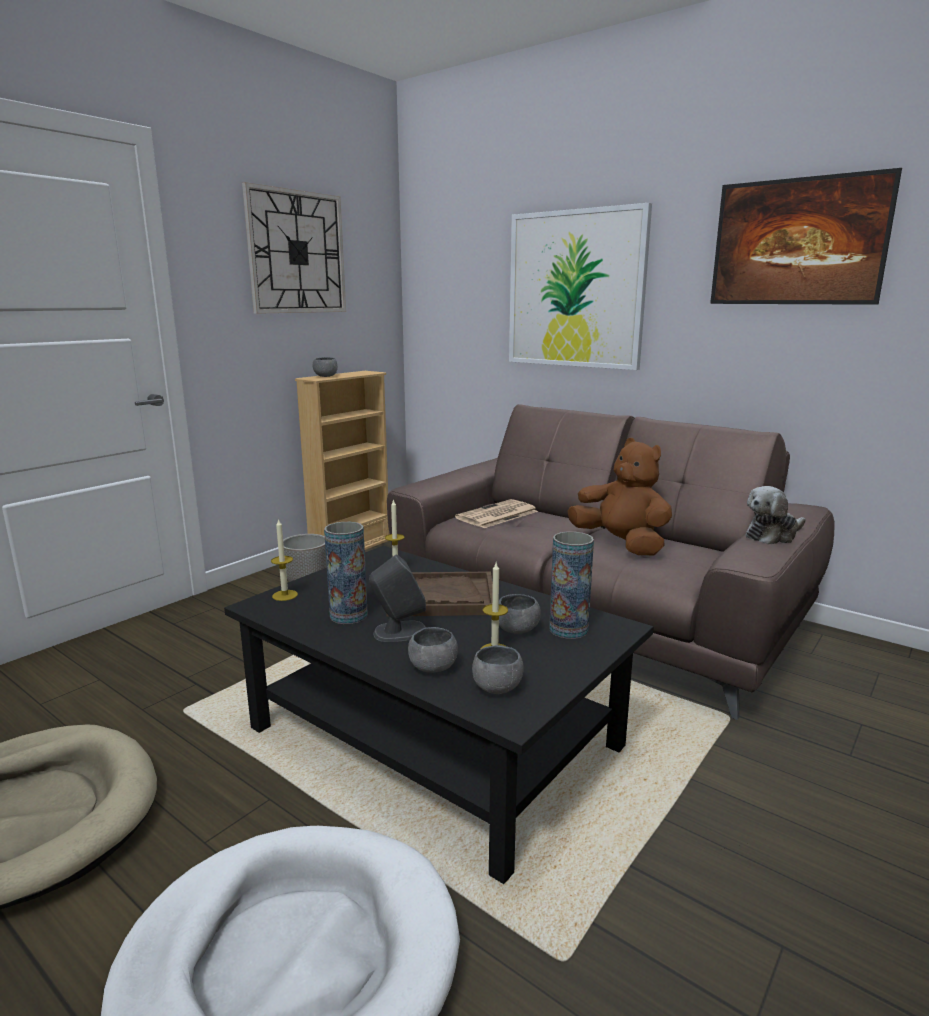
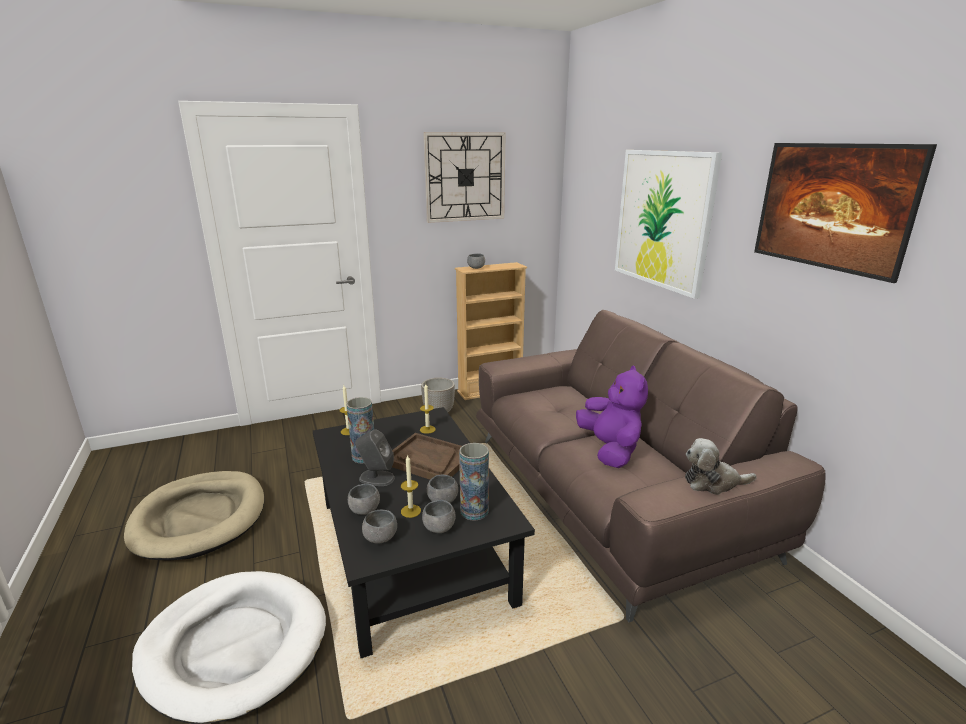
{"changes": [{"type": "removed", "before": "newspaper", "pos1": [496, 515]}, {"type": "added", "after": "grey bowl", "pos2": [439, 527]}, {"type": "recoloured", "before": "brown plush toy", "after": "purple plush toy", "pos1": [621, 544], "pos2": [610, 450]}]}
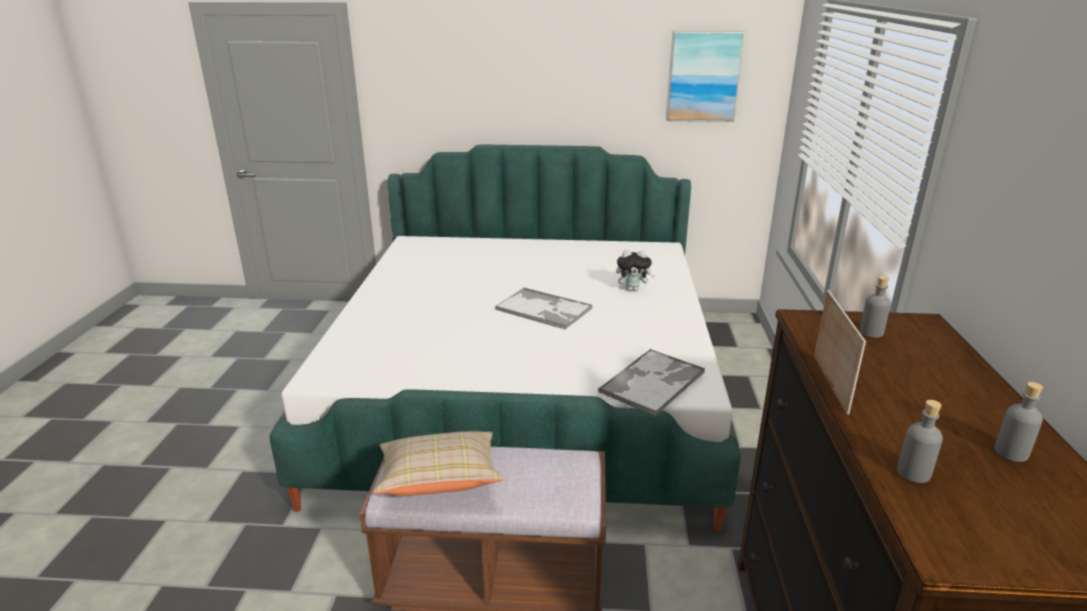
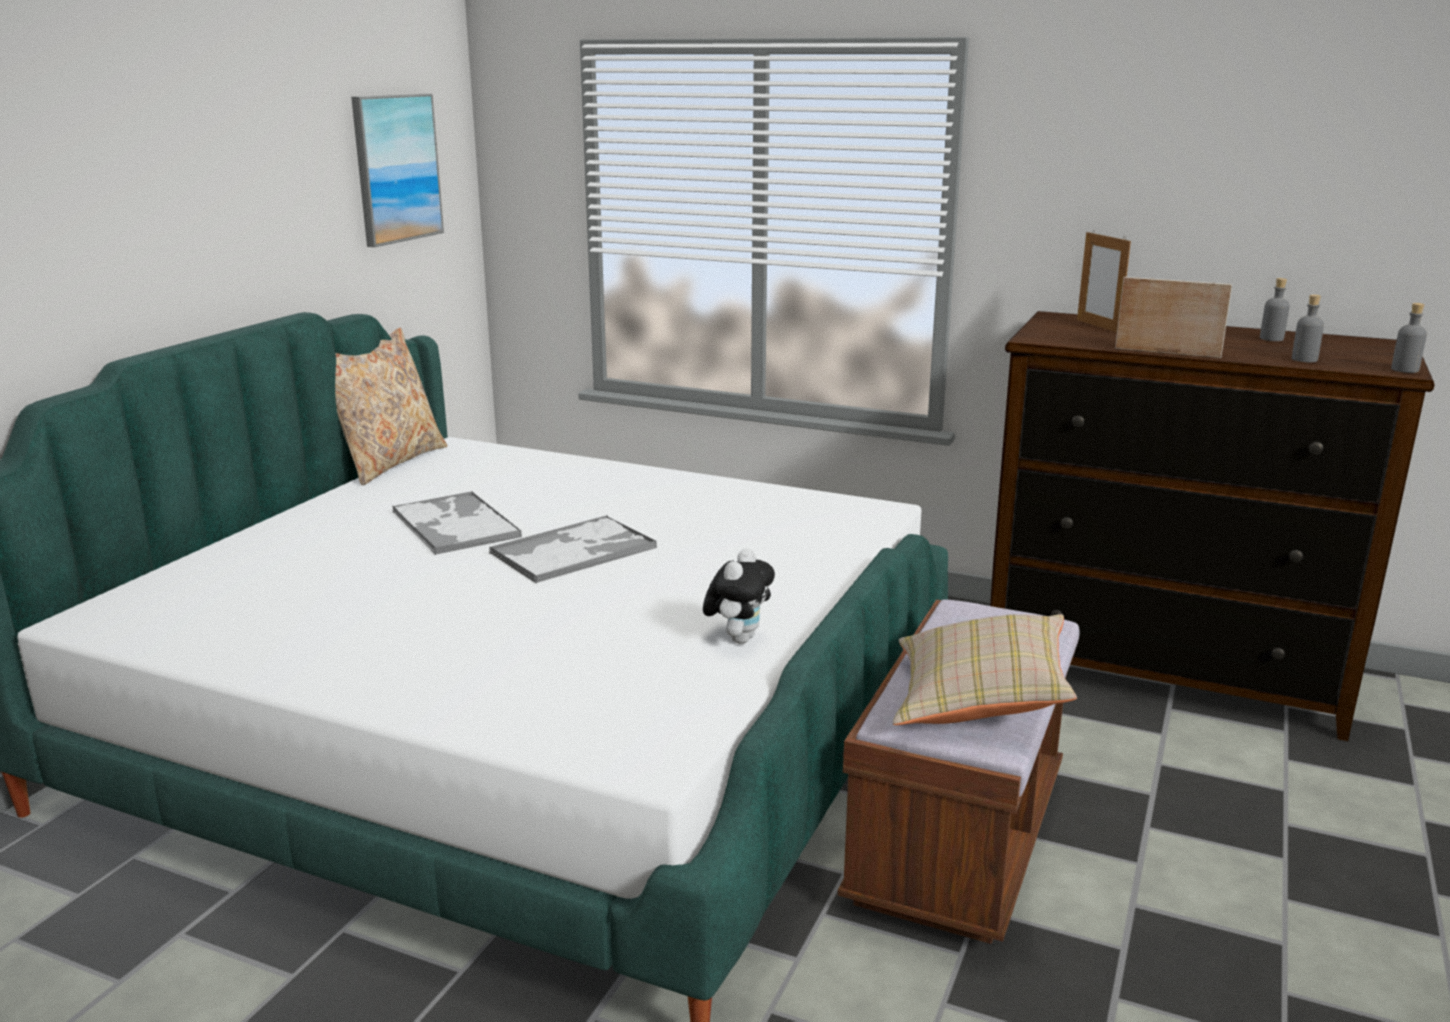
{"changes": [{"type": "added", "after": "beige pillow", "pos2": [388, 462]}, {"type": "added", "after": "picture frame", "pos2": [1098, 326]}, {"type": "moved", "before": "tray", "pos1": [653, 382], "pos2": [454, 524]}, {"type": "moved", "before": "plush toy", "pos1": [633, 289], "pos2": [739, 638]}, {"type": "moved", "before": "grey bottle", "pos1": [871, 332], "pos2": [1404, 370]}]}
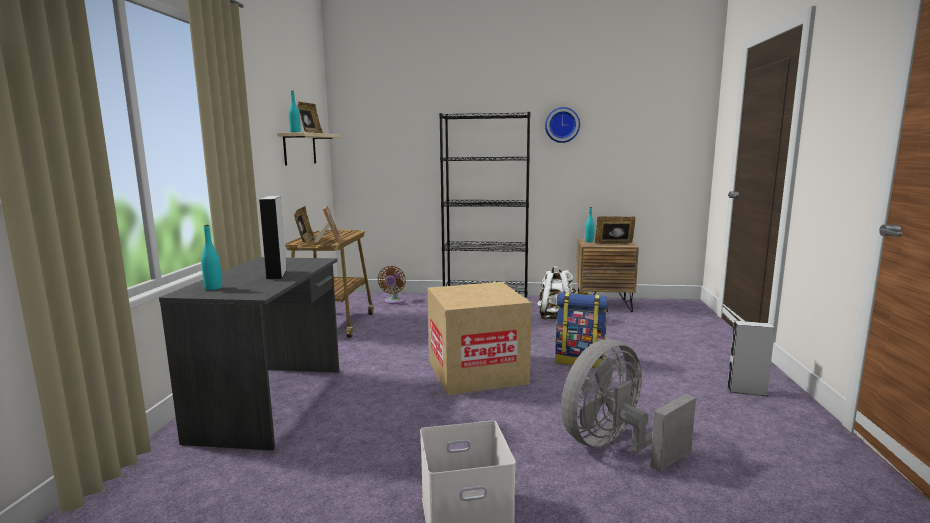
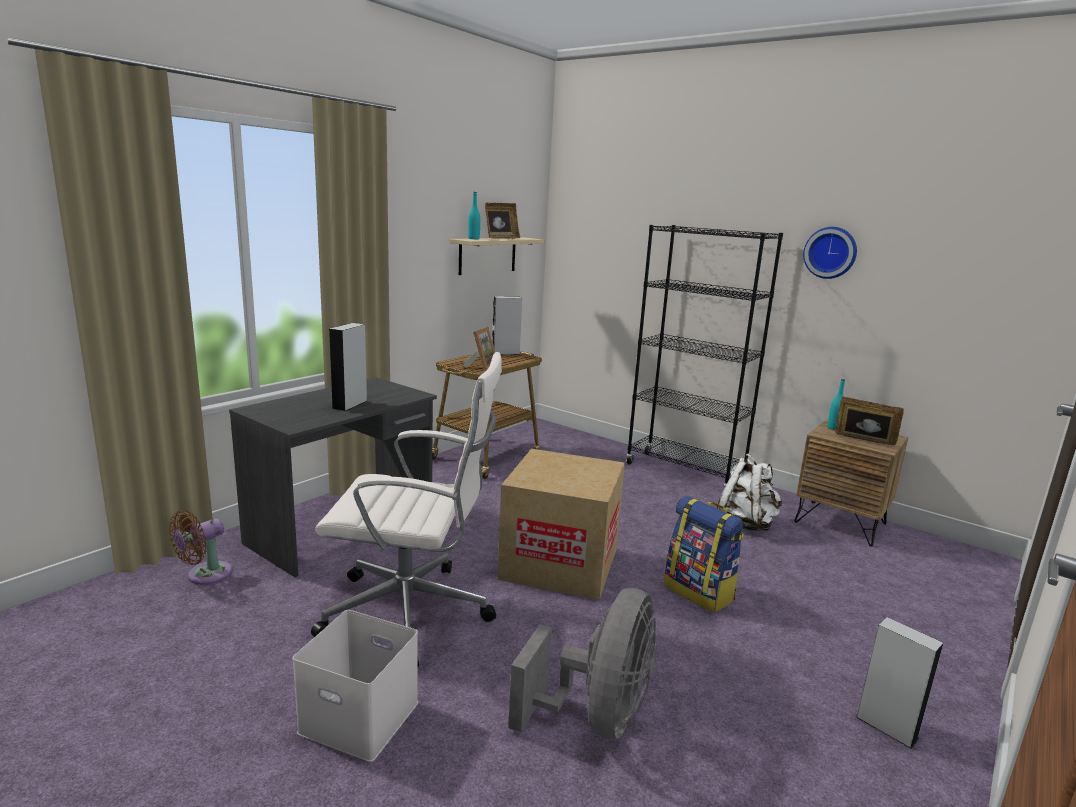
{"changes": [{"type": "removed", "before": "turquoise bottle", "pos1": [213, 288]}, {"type": "removed", "before": "picture frame", "pos1": [305, 240]}, {"type": "added", "after": "white office chair", "pos2": [412, 613]}, {"type": "added", "after": "grey speaker", "pos2": [505, 353]}, {"type": "moved", "before": "brown fan", "pos1": [394, 301], "pos2": [205, 575]}, {"type": "turned", "before": "grey fan", "pos1": [615, 446], "pos2": [597, 716], "turn": 120}]}
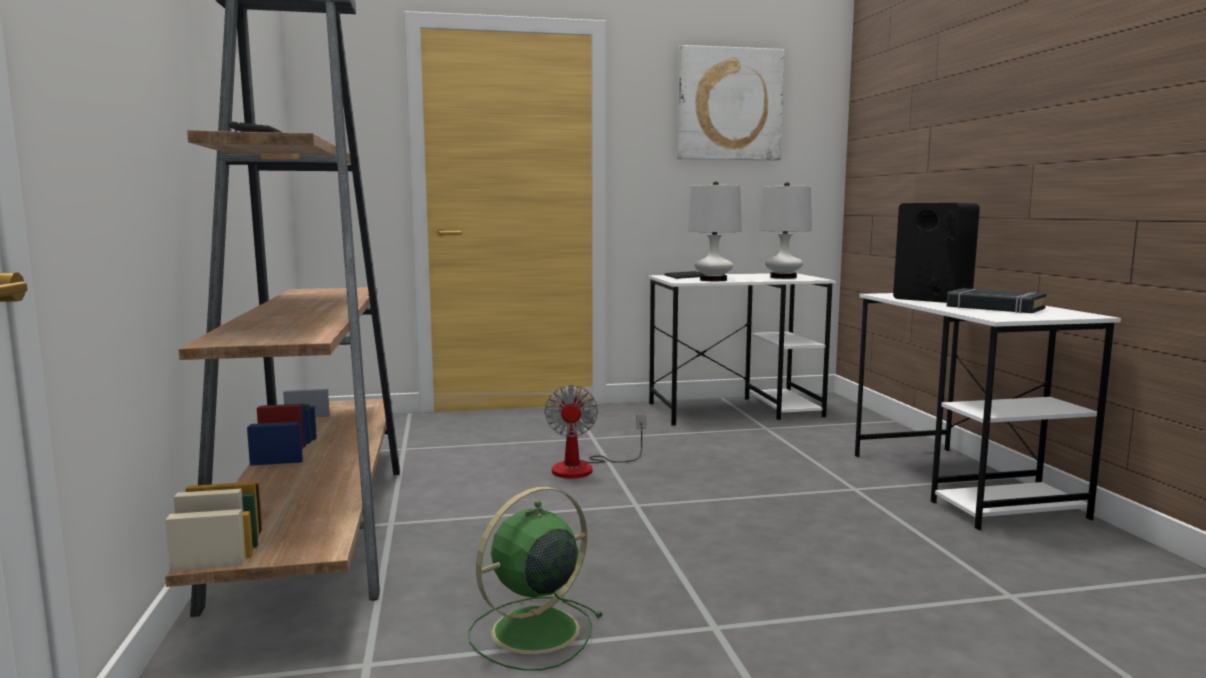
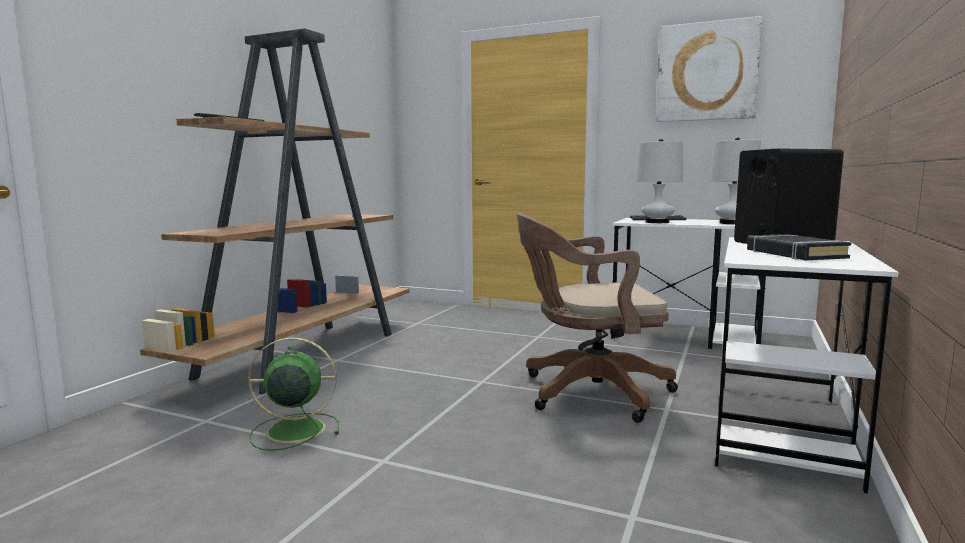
{"changes": [{"type": "removed", "before": "fan", "pos1": [585, 468]}, {"type": "added", "after": "brown office chair", "pos2": [588, 392]}]}
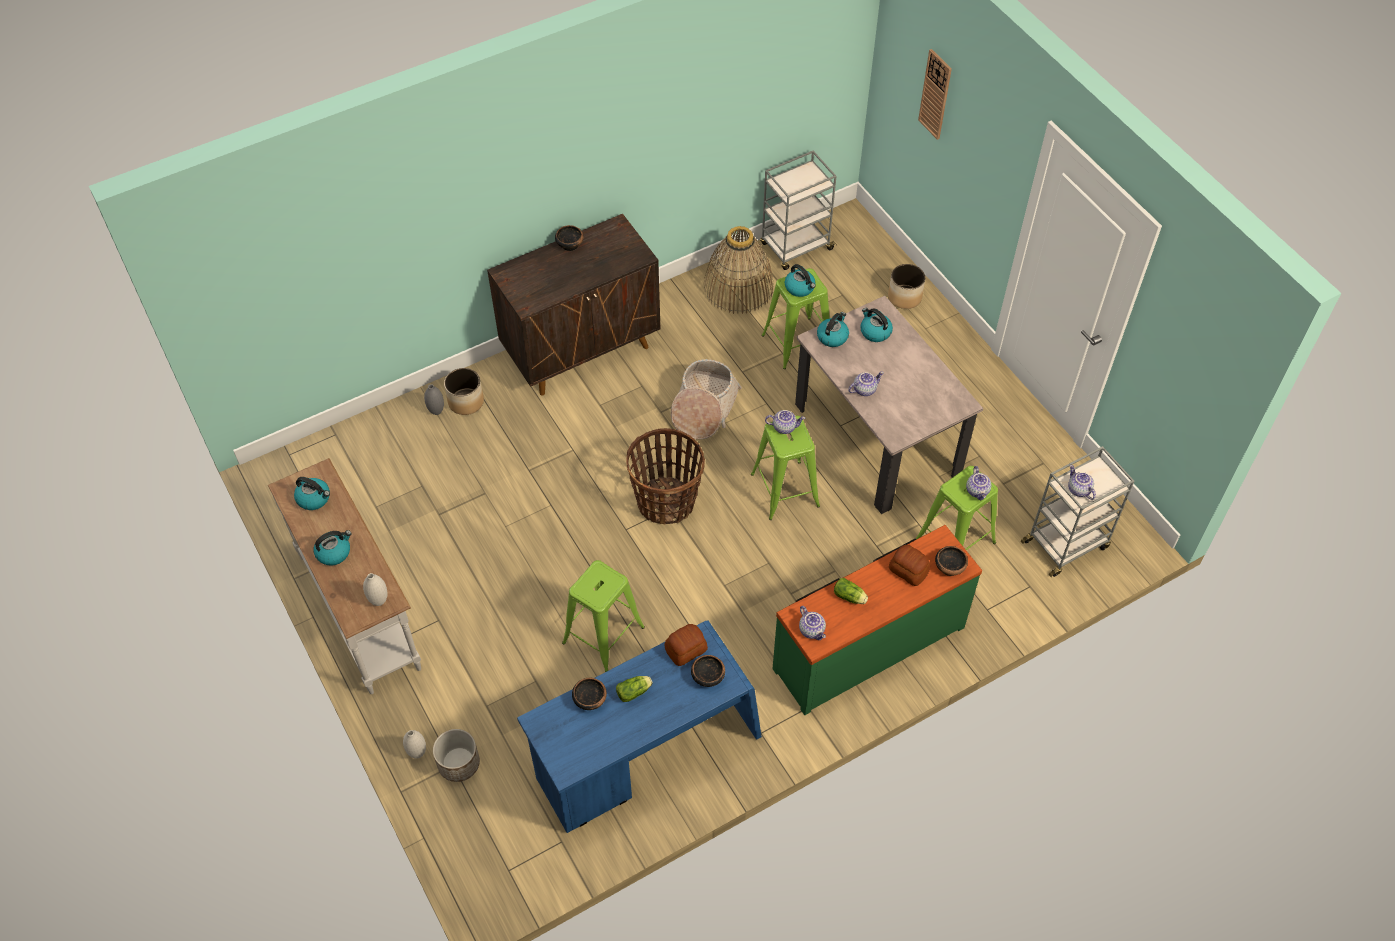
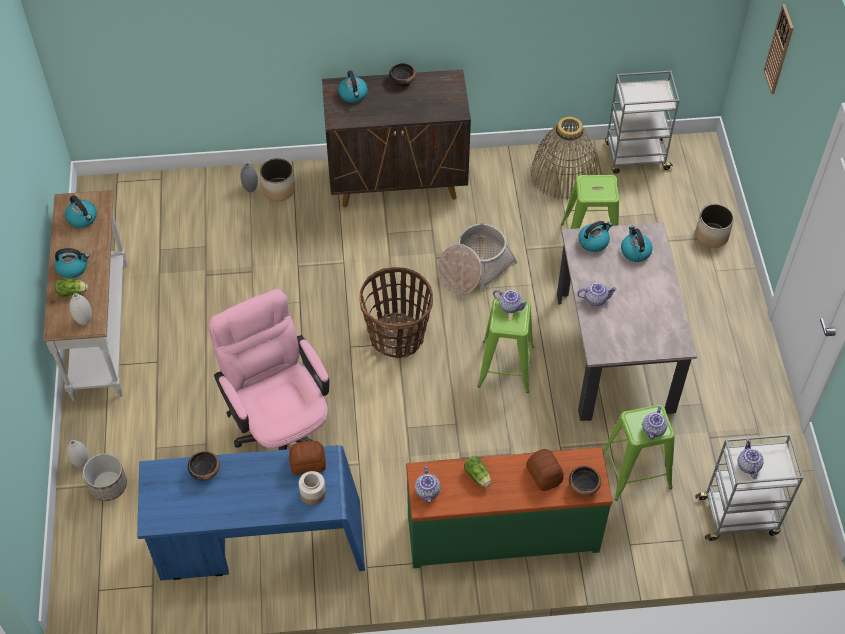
{"changes": [{"type": "moved", "before": "lettuce", "pos1": [635, 691], "pos2": [73, 292]}, {"type": "moved", "before": "kettle", "pos1": [800, 288], "pos2": [353, 94]}, {"type": "replaced", "before": "green stool", "after": "pink office chair", "pos1": [603, 635], "pos2": [281, 428]}, {"type": "replaced", "before": "bowl", "after": "jar", "pos1": [707, 677], "pos2": [312, 493]}]}
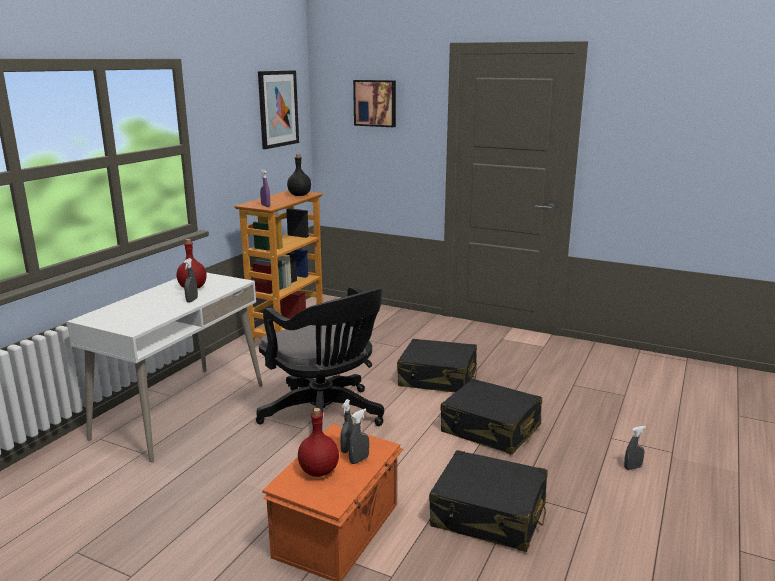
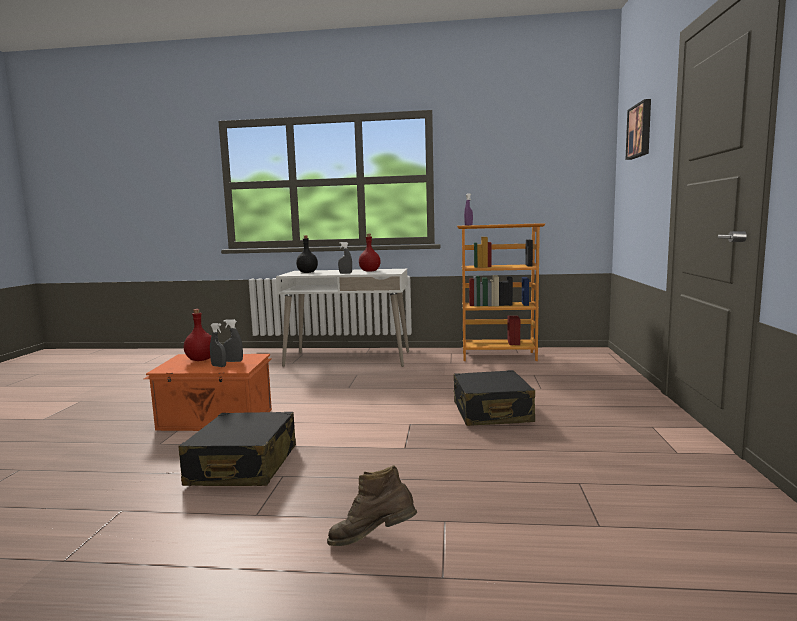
{"changes": [{"type": "removed", "before": "black office chair", "pos1": [326, 417]}, {"type": "removed", "before": "picture", "pos1": [278, 108]}, {"type": "removed", "before": "black suitcase", "pos1": [490, 429]}, {"type": "moved", "before": "black bottle", "pos1": [300, 195], "pos2": [307, 272]}, {"type": "replaced", "before": "grey spray bottle", "after": "brown boot", "pos1": [632, 467], "pos2": [372, 541]}]}
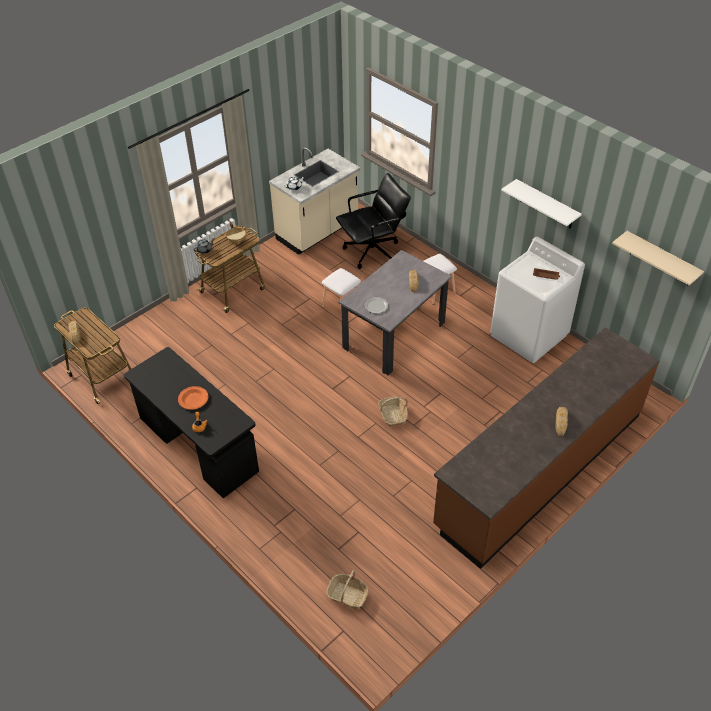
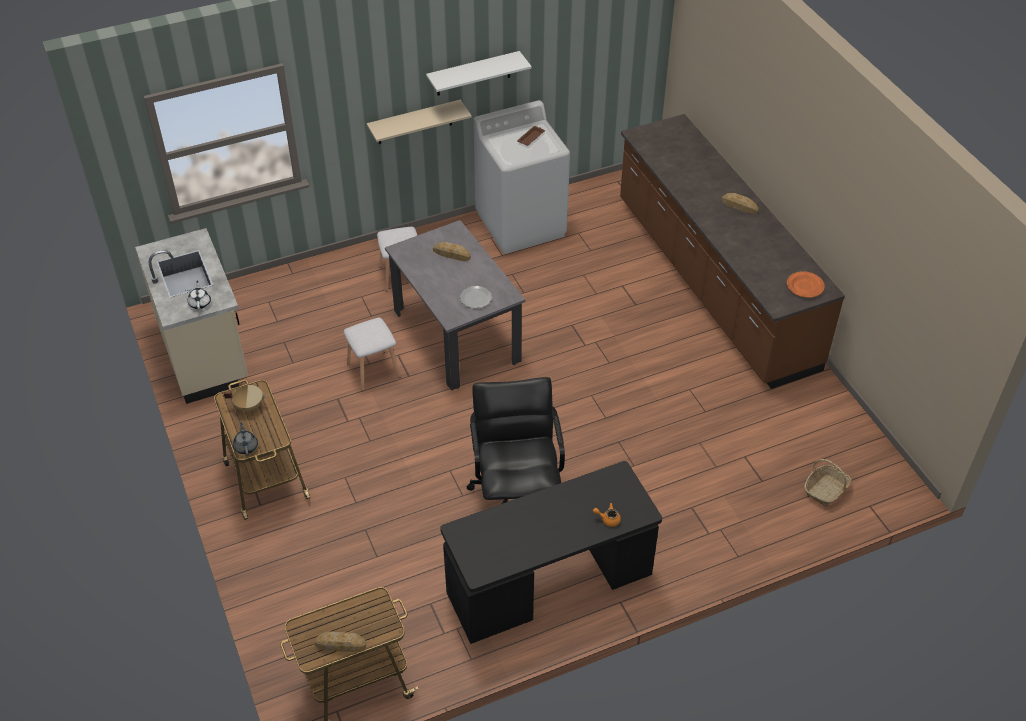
{"changes": [{"type": "removed", "before": "basket", "pos1": [393, 415]}, {"type": "moved", "before": "orange plate", "pos1": [193, 399], "pos2": [805, 286]}, {"type": "moved", "before": "black office chair", "pos1": [373, 251], "pos2": [516, 495]}, {"type": "moved", "before": "beige shelf", "pos1": [661, 259], "pos2": [414, 122]}]}
